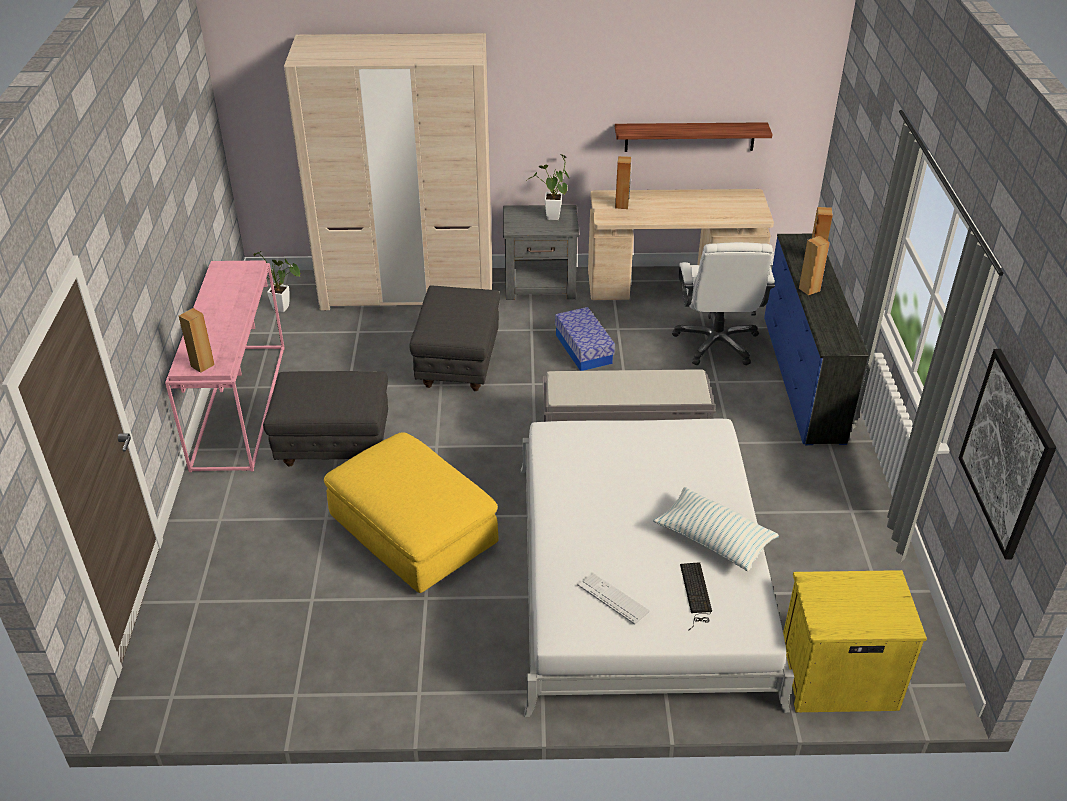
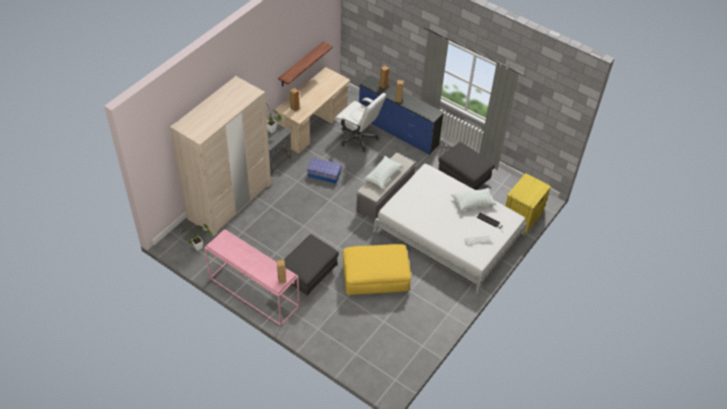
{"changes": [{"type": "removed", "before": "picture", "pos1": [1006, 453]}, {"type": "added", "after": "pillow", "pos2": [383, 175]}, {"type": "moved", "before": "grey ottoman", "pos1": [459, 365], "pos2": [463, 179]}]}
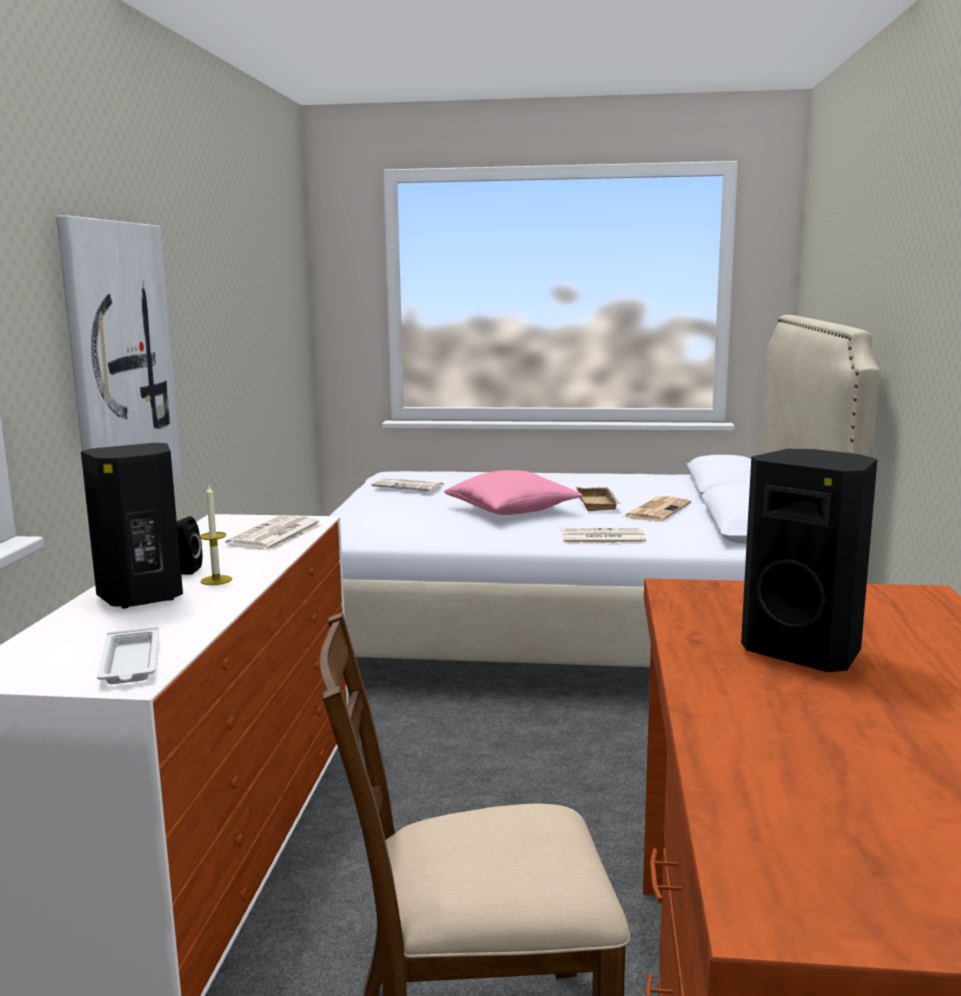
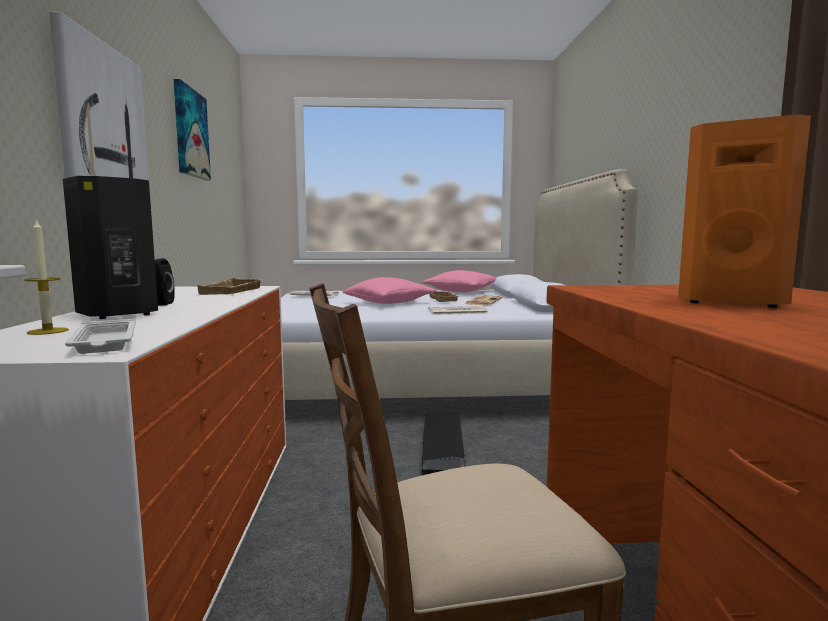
{"changes": [{"type": "added", "after": "picture", "pos2": [190, 133]}, {"type": "added", "after": "black storage box", "pos2": [443, 449]}, {"type": "added", "after": "pink pillow", "pos2": [461, 292]}, {"type": "moved", "before": "candle", "pos1": [216, 580], "pos2": [48, 331]}, {"type": "replaced", "before": "newspaper", "after": "beige tray", "pos1": [276, 535], "pos2": [233, 291]}, {"type": "recoloured", "before": "black speaker", "after": "orange speaker", "pos1": [804, 652], "pos2": [732, 302]}]}
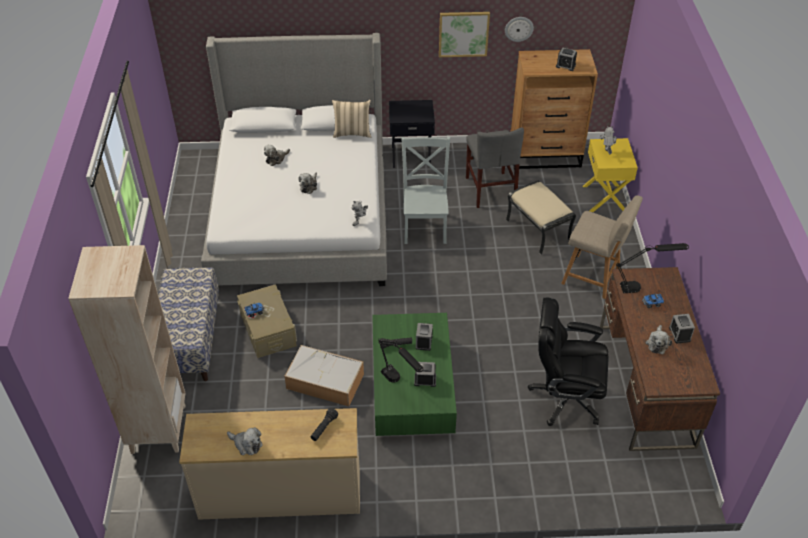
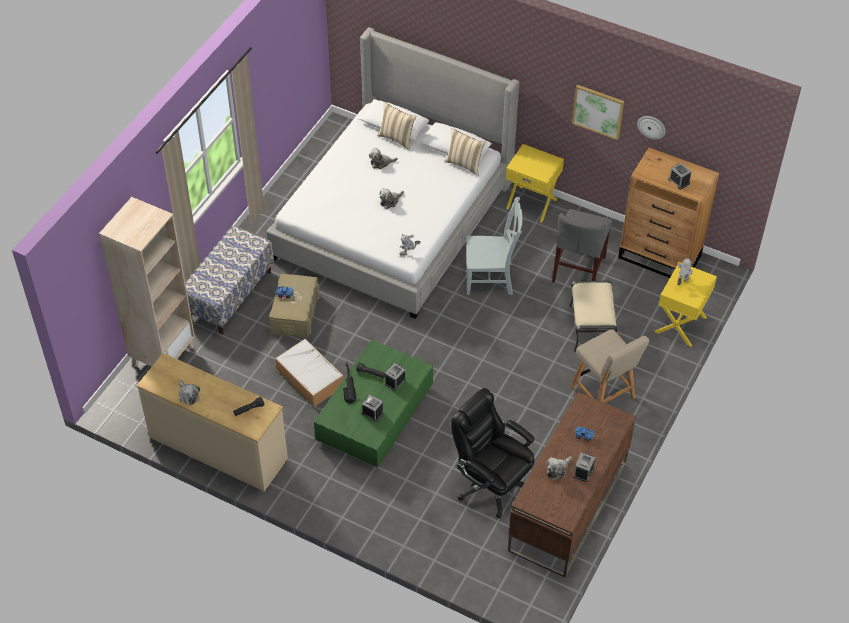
{"changes": [{"type": "removed", "before": "black table lamp", "pos1": [643, 287]}, {"type": "added", "after": "beige pillow", "pos2": [397, 138]}, {"type": "recoloured", "before": "black nightstand", "after": "yellow nightstand", "pos1": [411, 155], "pos2": [532, 203]}, {"type": "turned", "before": "grey chair", "pos1": [425, 226], "pos2": [491, 279], "turn": 60}]}
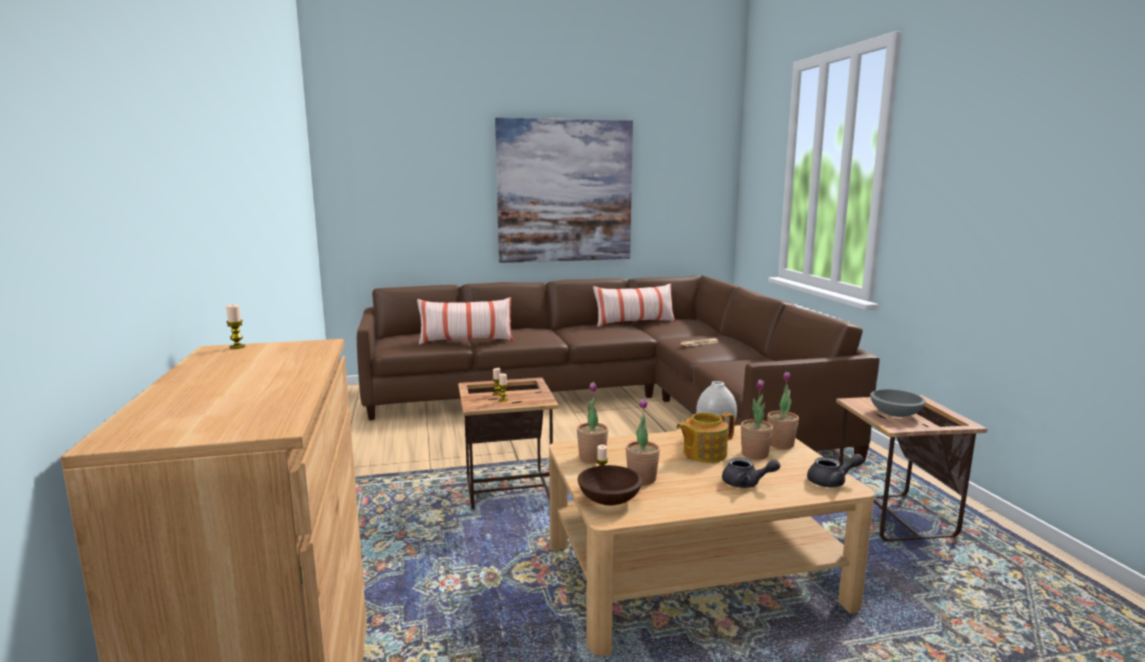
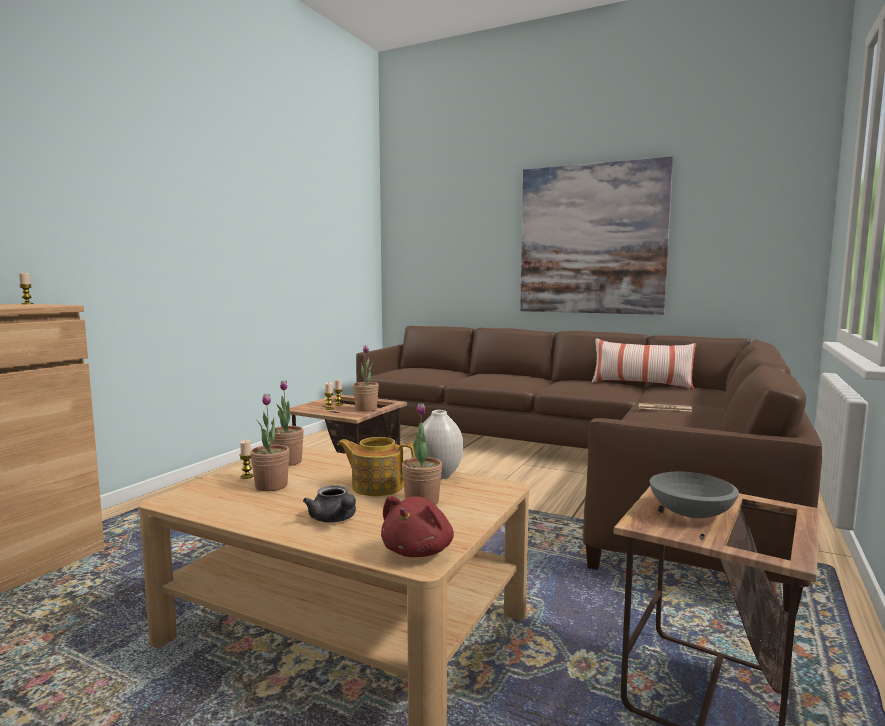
{"changes": [{"type": "removed", "before": "pillow", "pos1": [466, 341]}, {"type": "removed", "before": "brown bowl", "pos1": [609, 499]}, {"type": "moved", "before": "potted plant", "pos1": [780, 444], "pos2": [366, 409]}, {"type": "replaced", "before": "grey teapot", "after": "red plush toy", "pos1": [832, 482], "pos2": [419, 551]}]}
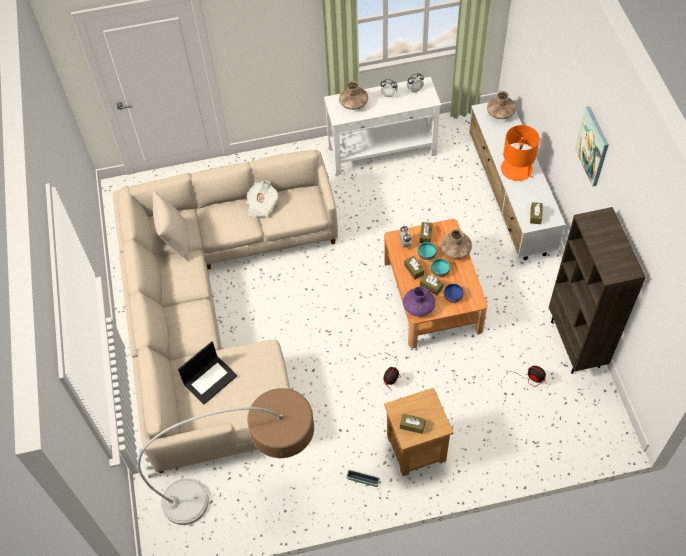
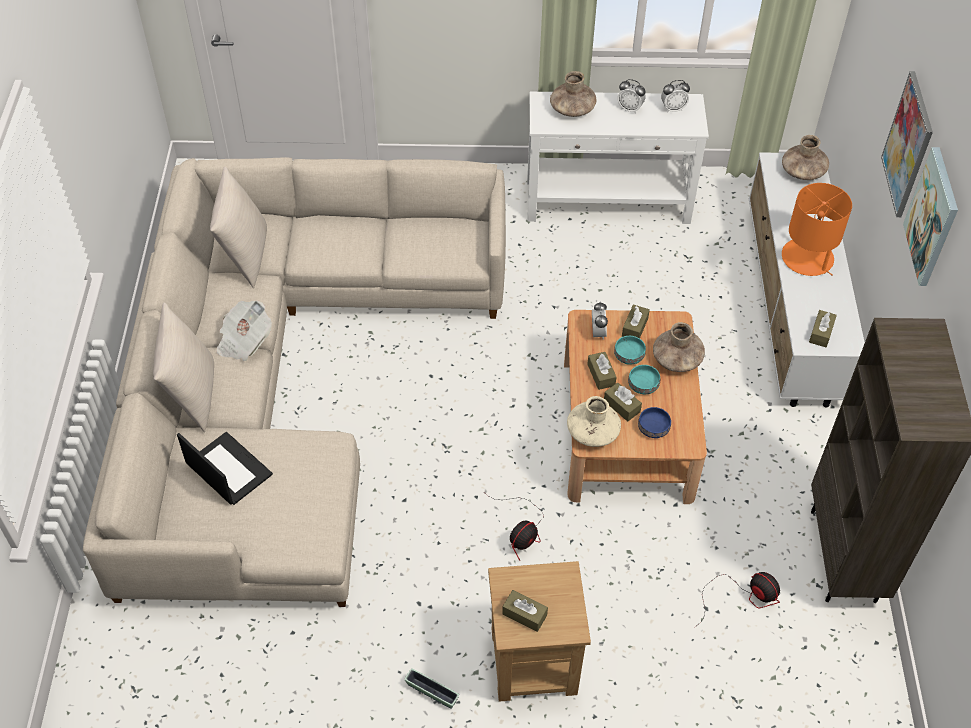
{"changes": [{"type": "removed", "before": "floor lamp", "pos1": [248, 488]}, {"type": "added", "after": "beige pillow", "pos2": [192, 394]}, {"type": "added", "after": "picture", "pos2": [908, 145]}, {"type": "moved", "before": "newspaper", "pos1": [261, 205], "pos2": [244, 341]}, {"type": "recoloured", "before": "purple vase", "after": "beige vase", "pos1": [418, 306], "pos2": [592, 432]}, {"type": "turned", "before": "laptop", "pos1": [210, 379], "pos2": [227, 469], "turn": -105}]}
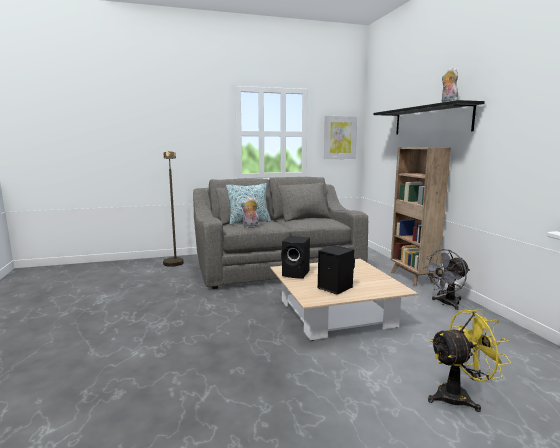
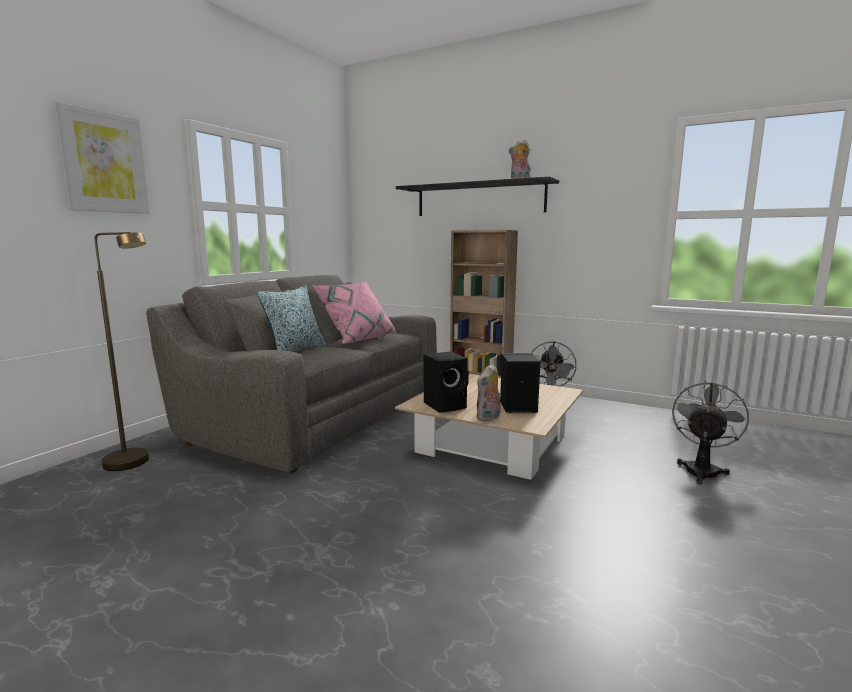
{"changes": [{"type": "added", "after": "pink pillow", "pos2": [357, 339]}, {"type": "moved", "before": "plush toy", "pos1": [250, 227], "pos2": [489, 418]}, {"type": "moved", "before": "picture", "pos1": [340, 137], "pos2": [104, 162]}, {"type": "recoloured", "before": "yellow fan", "after": "grey fan", "pos1": [460, 396], "pos2": [702, 470]}]}
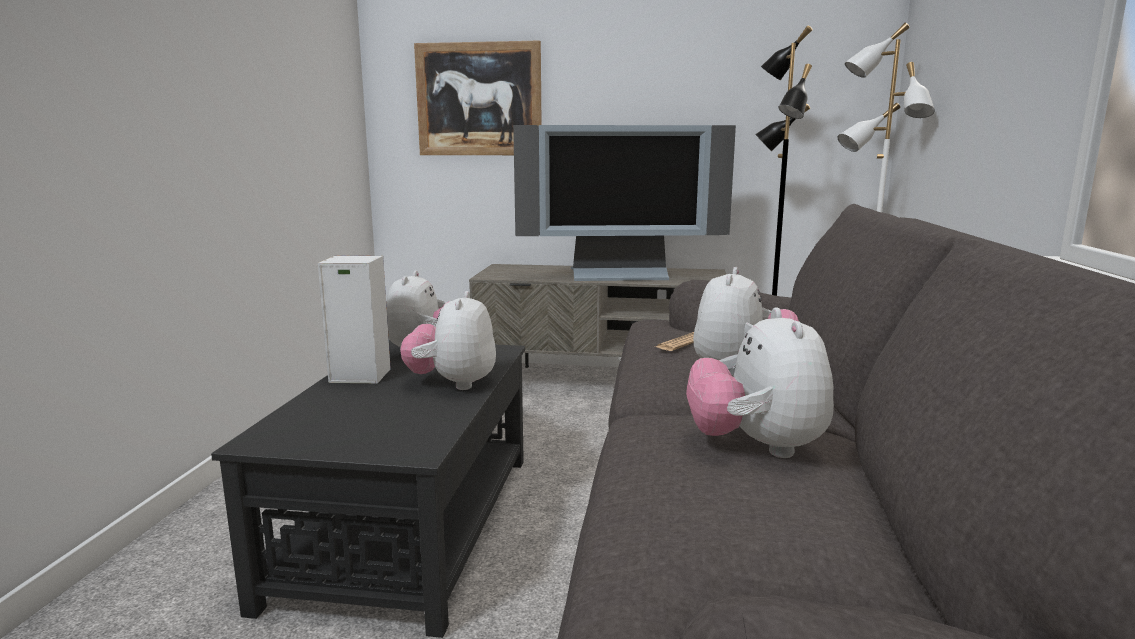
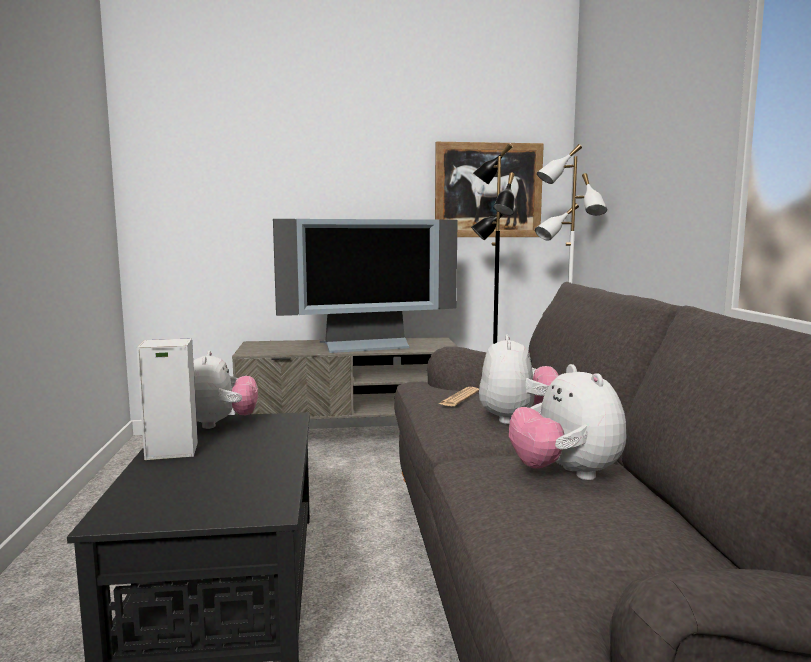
{"changes": [{"type": "removed", "before": "plush toy", "pos1": [453, 384]}, {"type": "moved", "before": "picture", "pos1": [479, 99], "pos2": [488, 190]}]}
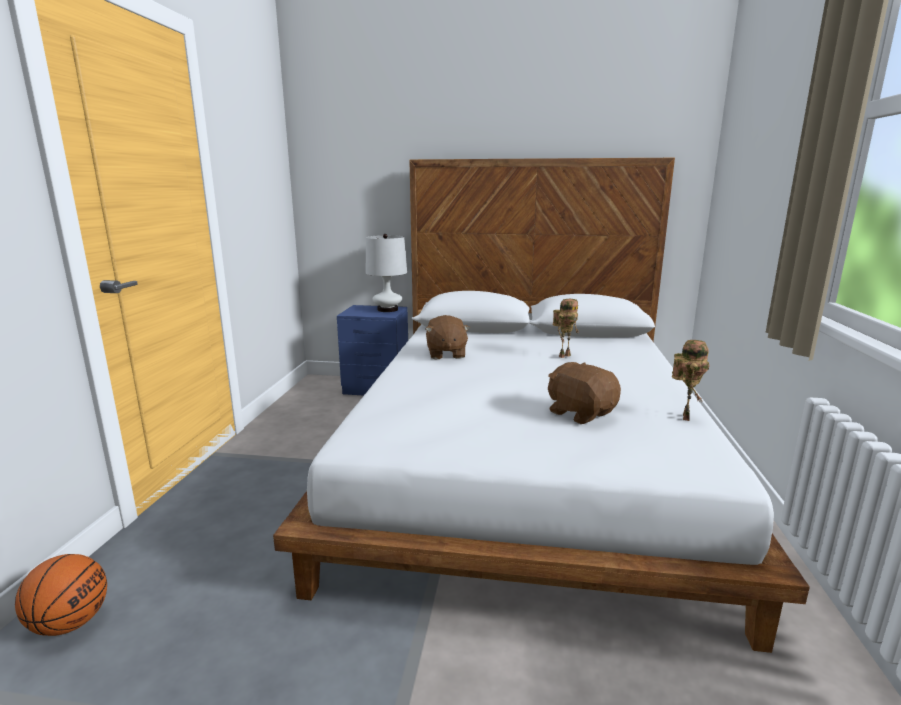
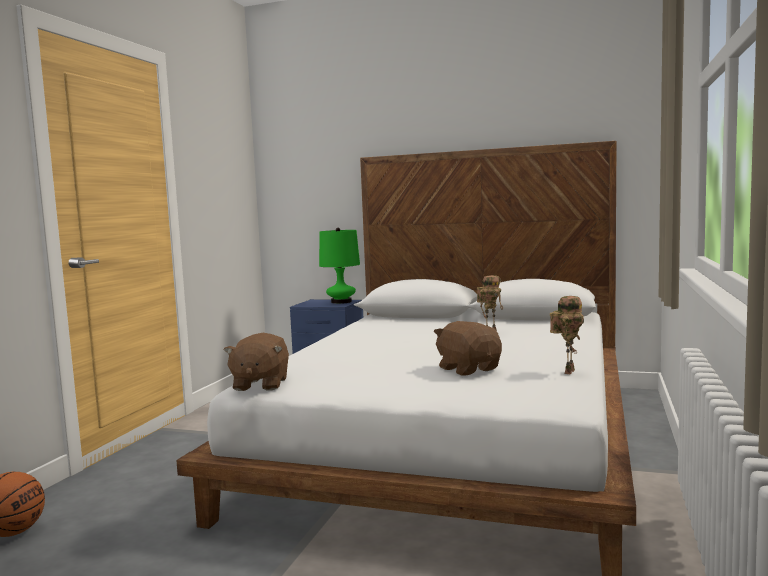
{"changes": [{"type": "moved", "before": "brown plush toy", "pos1": [446, 354], "pos2": [260, 384]}, {"type": "recoloured", "before": "white table lamp", "after": "green table lamp", "pos1": [387, 309], "pos2": [341, 302]}]}
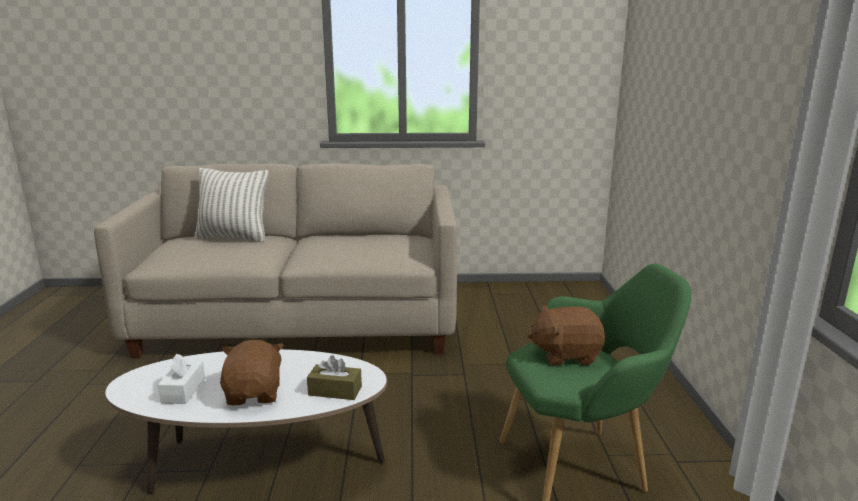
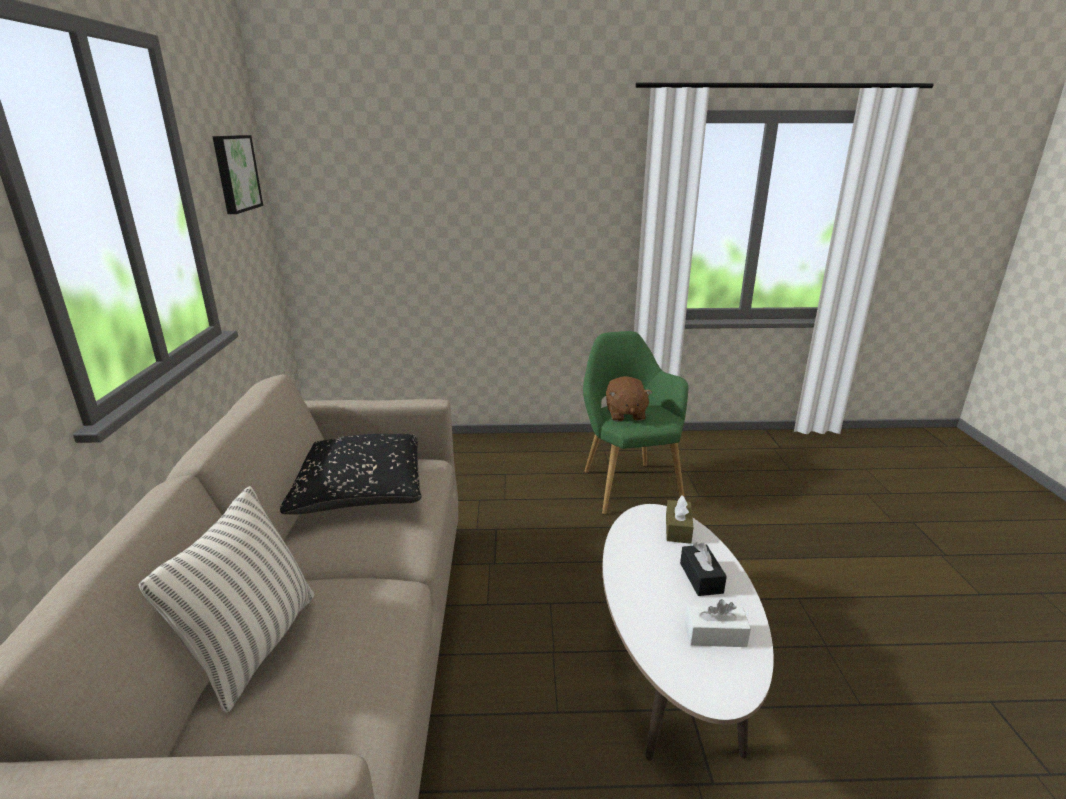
{"changes": [{"type": "added", "after": "picture", "pos2": [235, 173]}, {"type": "added", "after": "black pillow", "pos2": [358, 492]}, {"type": "replaced", "before": "brown plush toy", "after": "black tissue box", "pos1": [255, 394], "pos2": [701, 578]}]}
